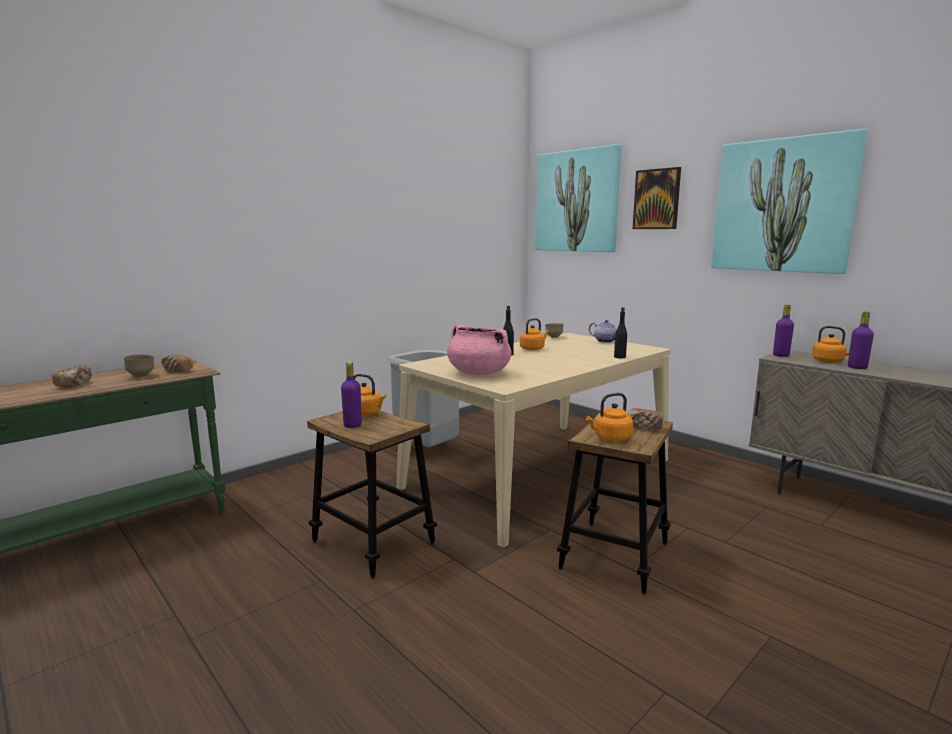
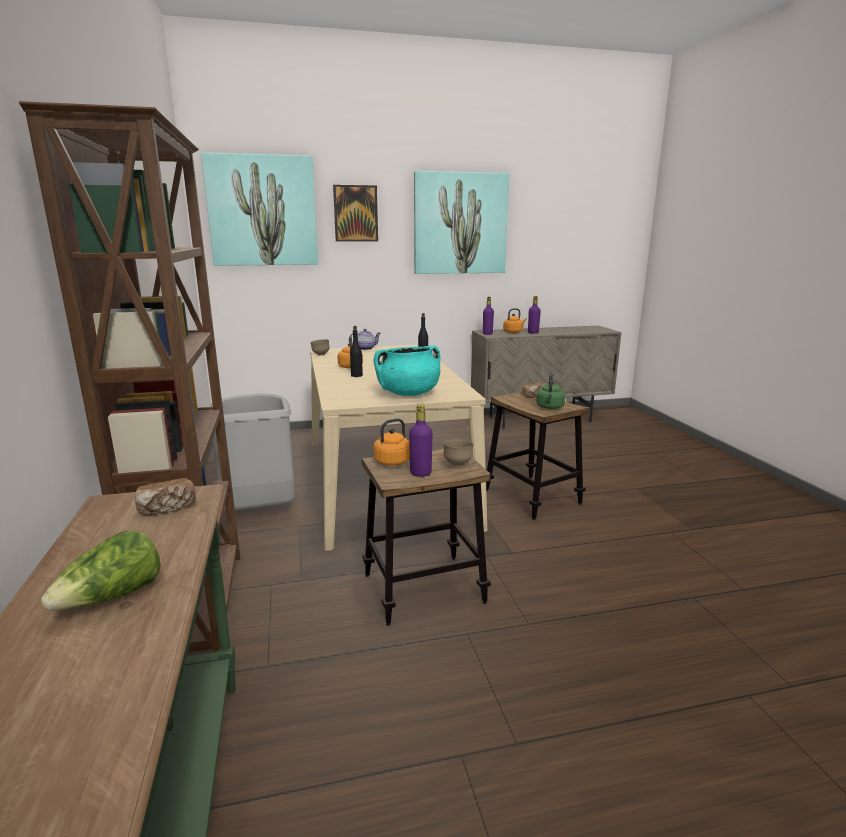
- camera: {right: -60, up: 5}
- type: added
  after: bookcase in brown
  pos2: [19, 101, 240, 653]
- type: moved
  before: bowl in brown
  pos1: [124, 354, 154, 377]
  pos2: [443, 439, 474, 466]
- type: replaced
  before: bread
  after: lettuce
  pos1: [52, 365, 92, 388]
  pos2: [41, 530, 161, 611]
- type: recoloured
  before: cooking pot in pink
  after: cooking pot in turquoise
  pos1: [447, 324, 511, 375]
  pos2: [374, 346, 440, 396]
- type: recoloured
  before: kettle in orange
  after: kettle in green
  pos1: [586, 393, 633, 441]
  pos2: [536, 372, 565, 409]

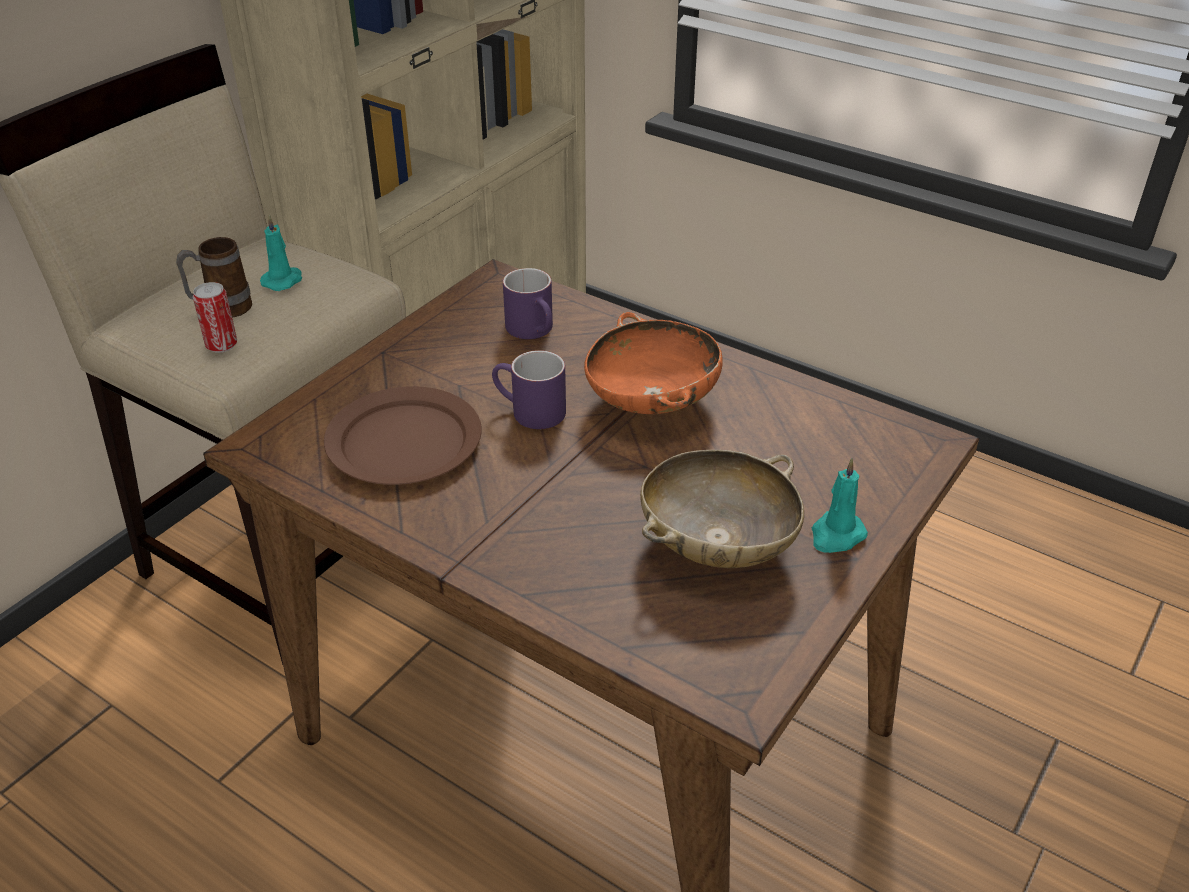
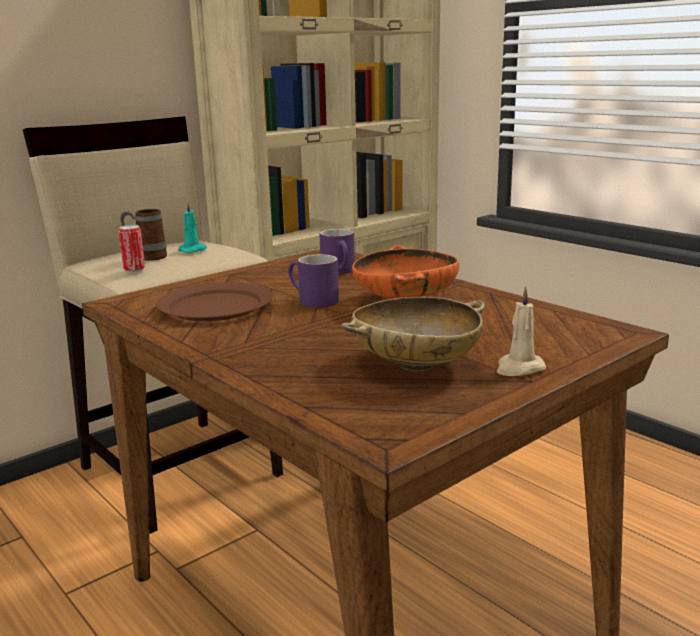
- camera: {right: 15, up: -20}
- type: recoloured
  before: candle in turquoise
  after: candle in beige
  pos1: [812, 458, 868, 553]
  pos2: [496, 286, 546, 376]

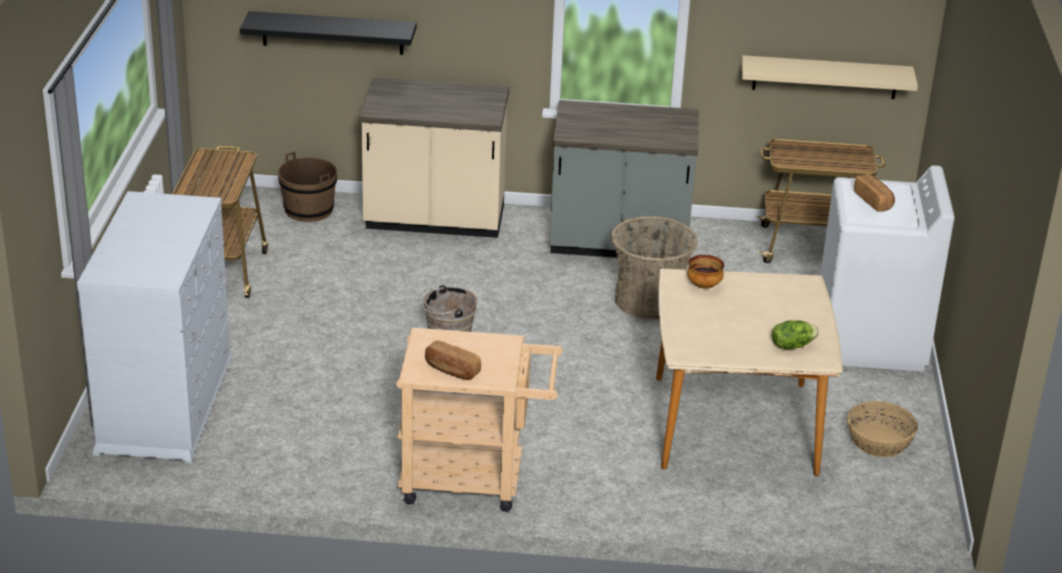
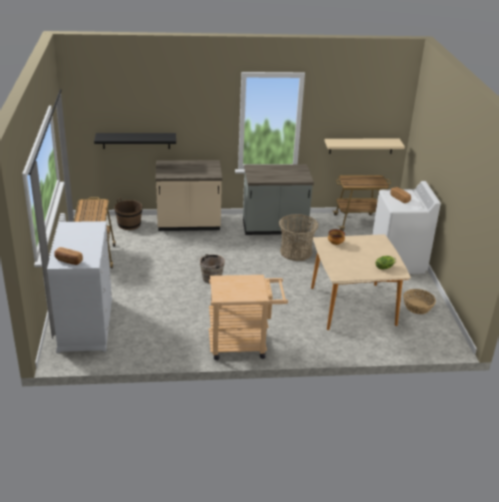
- camera: {right: -10, up: 0}
- type: moved
  before: bread
  pos1: [425, 340, 481, 380]
  pos2: [54, 247, 83, 265]

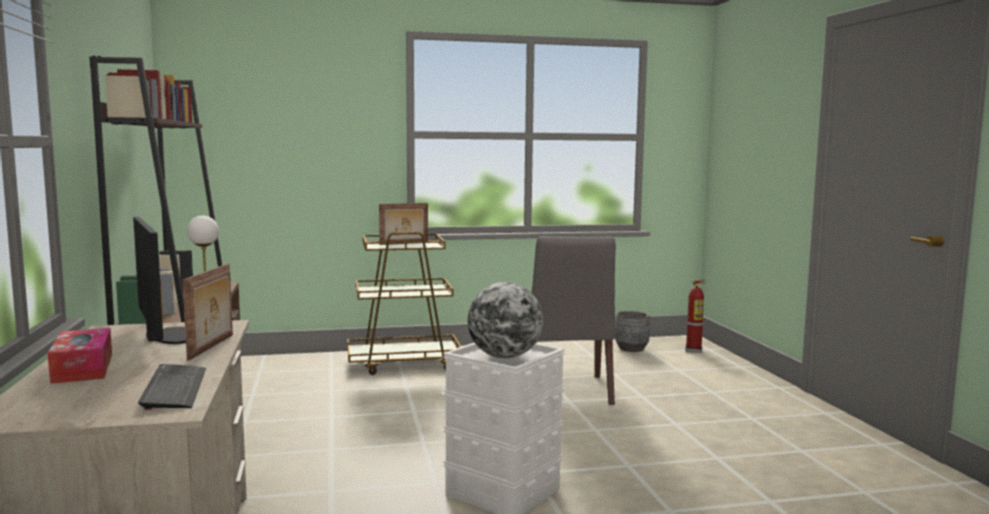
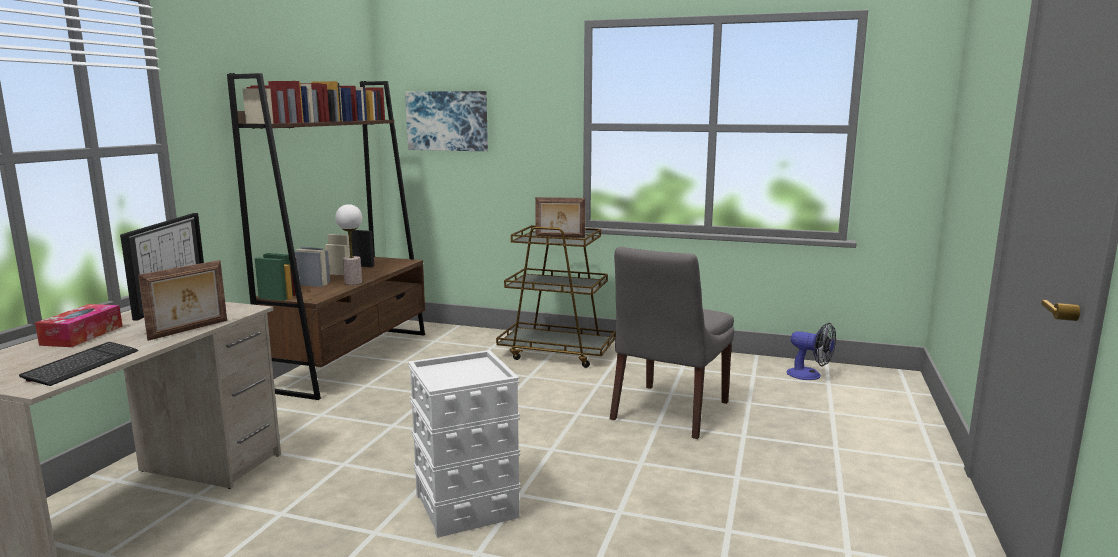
- camera: {right: 30, up: 5}
- type: removed
  before: globe
  pos1: [468, 282, 543, 358]
- type: removed
  before: fire extinguisher
  pos1: [685, 280, 707, 353]
- type: added
  after: picture
  pos2: [405, 91, 488, 151]
- type: replaced
  before: planter in grey
  after: fan
  pos1: [615, 311, 650, 352]
  pos2: [787, 323, 836, 380]

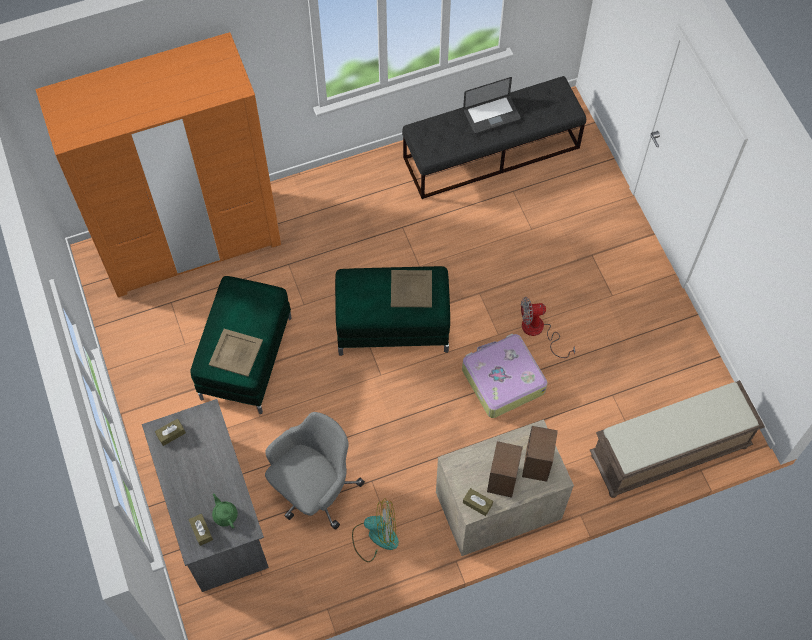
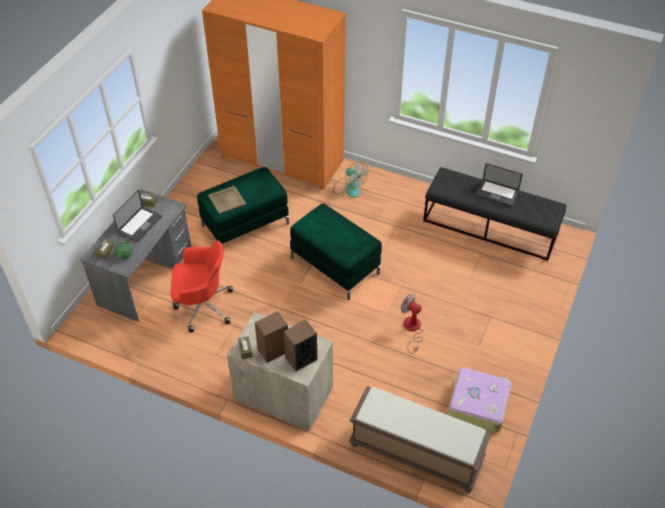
- camera: {right: 45, up: -15}
- type: removed
  before: tray in beige
  pos1: [391, 270, 432, 307]
- type: added
  after: laptop
  pos2: [113, 190, 162, 242]
- type: moved
  before: fan
  pos1: [352, 498, 399, 562]
  pos2: [333, 161, 368, 198]
- type: moved
  before: suitcase
  pos1: [462, 334, 547, 418]
  pos2: [447, 367, 511, 432]
- type: recoloured
  before: office chair in grey
  after: office chair in red
  pos1: [265, 412, 365, 530]
  pos2: [170, 241, 233, 333]

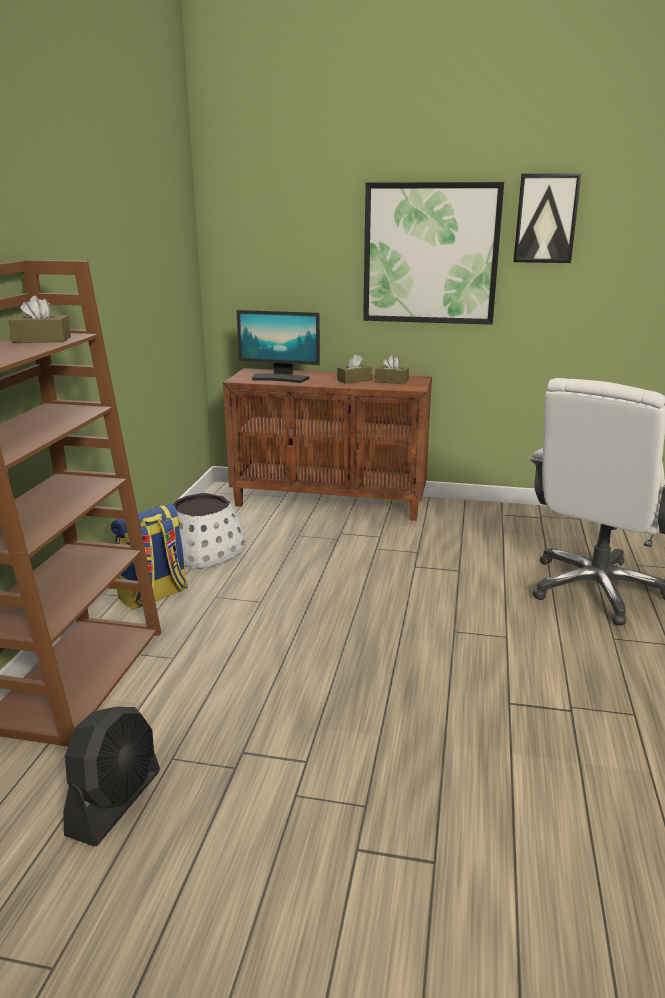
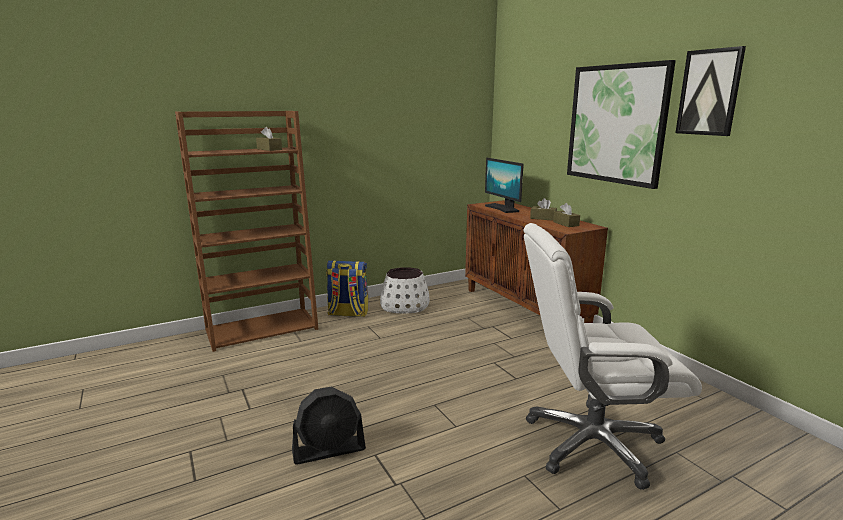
- camera: {right: 50, up: -5}
- type: moved
  before: fan in black
  pos1: [63, 707, 160, 847]
  pos2: [292, 387, 366, 464]

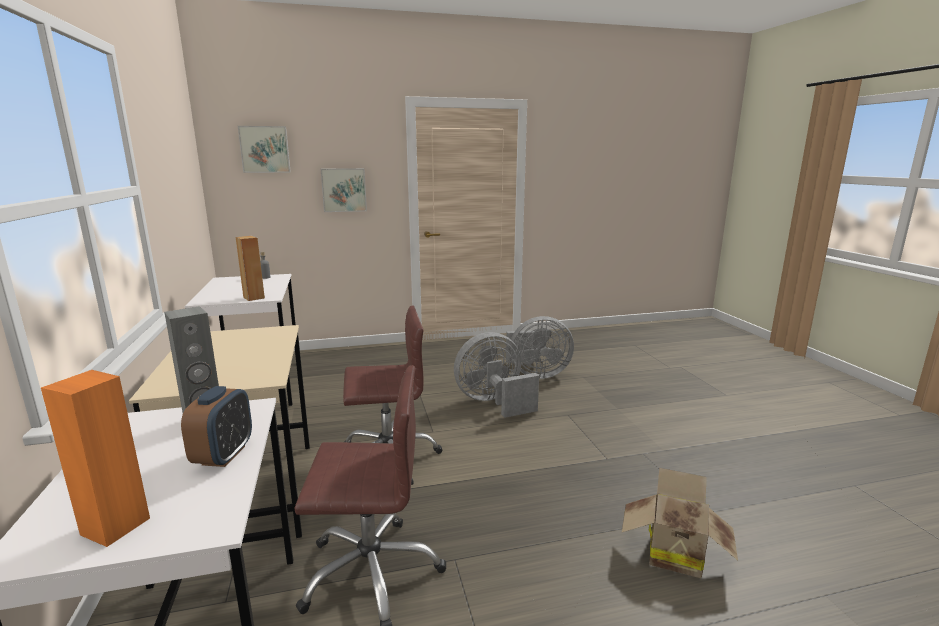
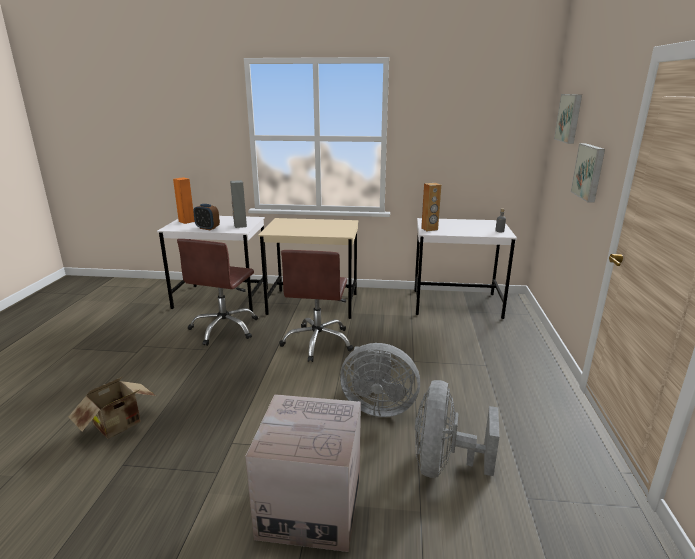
- camera: {right: 110, up: 5}
- type: added
  after: cardboard box
  pos2: [245, 394, 361, 552]
- type: turned
  before: fan in grey
  pos1: [454, 332, 539, 418]
  pos2: [340, 343, 420, 417]
  turn: 105

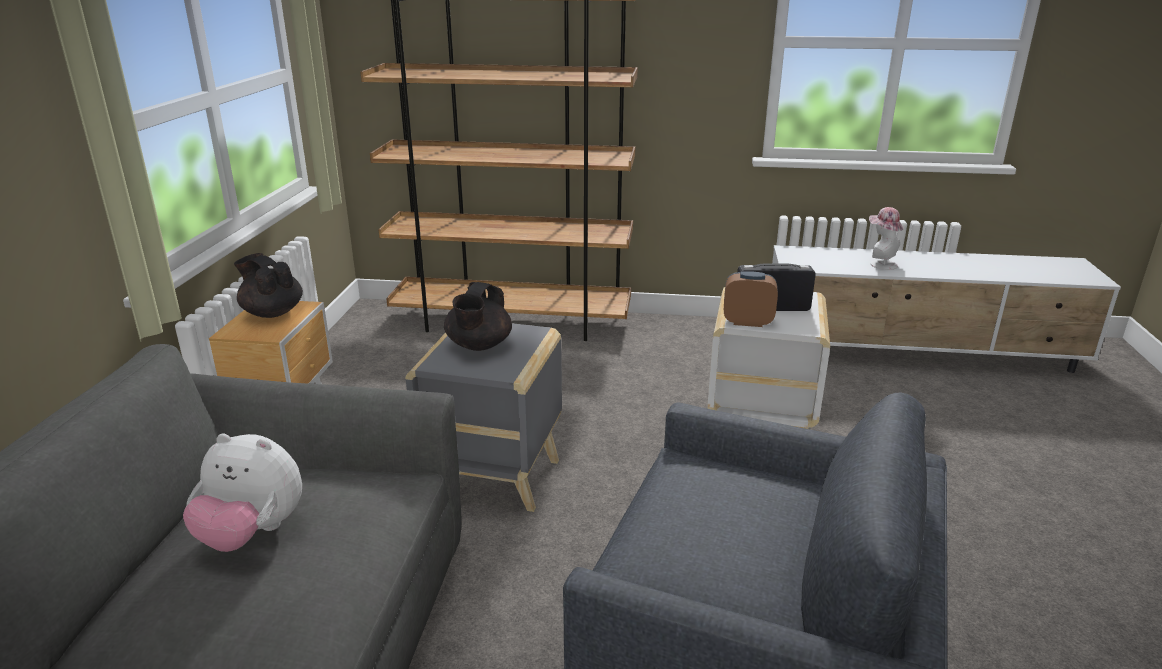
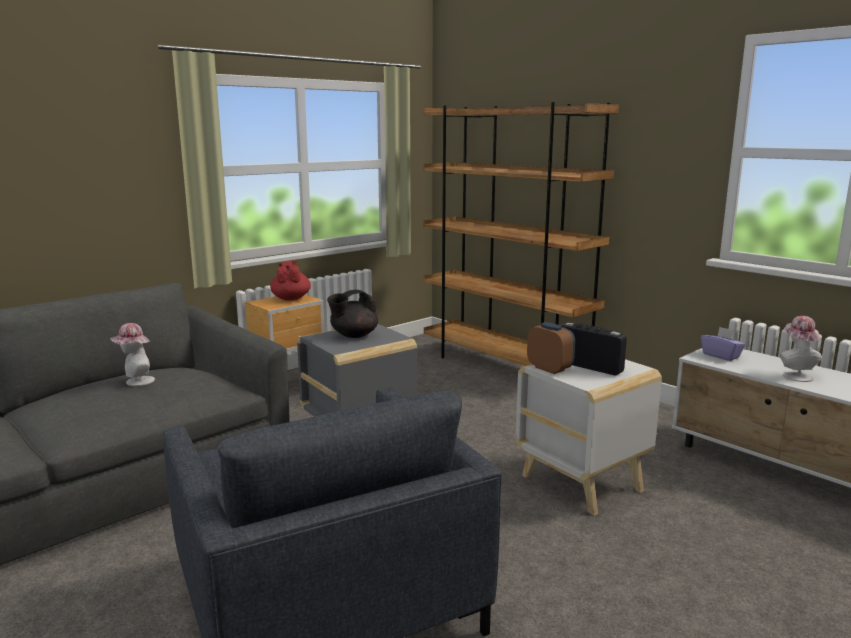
- camera: {right: 40, up: -10}
- type: added
  after: tissue box in purple
  pos2: [701, 327, 745, 361]
- type: replaced
  before: plush toy
  after: hat
  pos1: [183, 433, 302, 552]
  pos2: [110, 323, 155, 386]
- type: recoloured
  before: teapot in black
  after: teapot in red
  pos1: [234, 253, 303, 318]
  pos2: [270, 261, 311, 301]

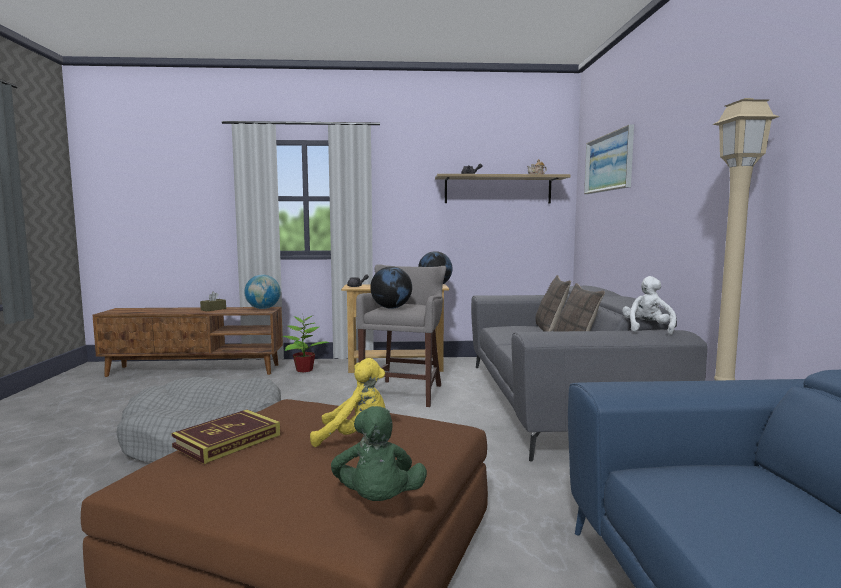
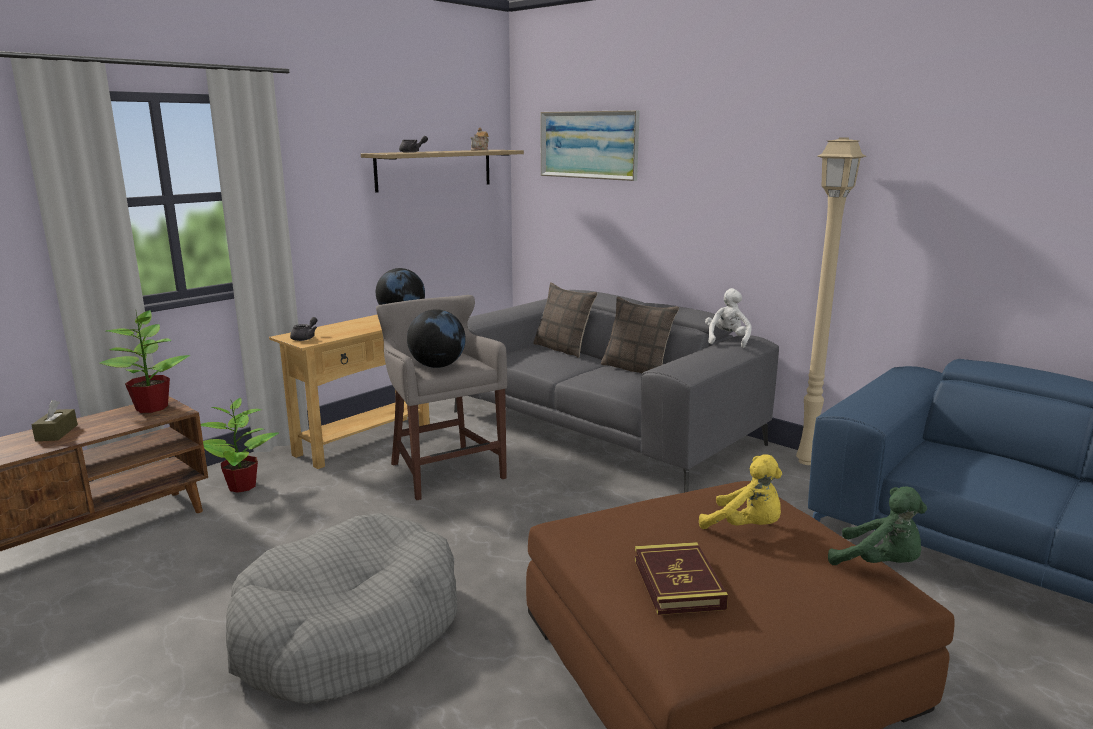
- camera: {right: -45, up: 10}
- type: replaced
  before: globe
  after: potted plant
  pos1: [244, 275, 281, 309]
  pos2: [99, 310, 191, 413]
- type: turned
  before: plush toy in yellow
  pos1: [310, 358, 386, 447]
  pos2: [699, 454, 782, 529]
  turn: 75
- type: turned
  before: plush toy in white
  pos1: [622, 276, 676, 335]
  pos2: [705, 288, 752, 348]
  turn: 45

